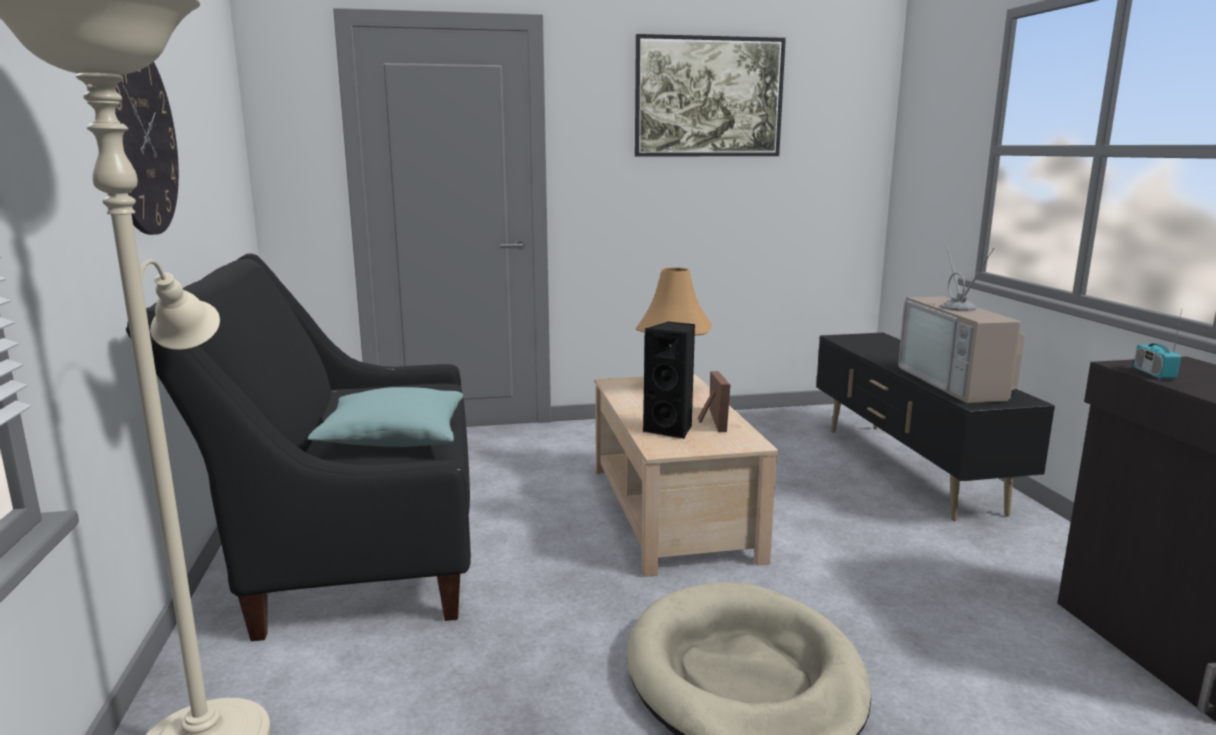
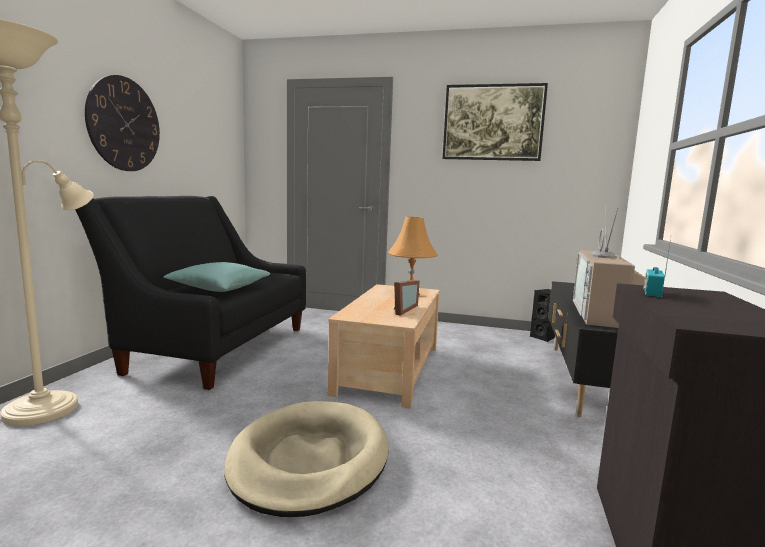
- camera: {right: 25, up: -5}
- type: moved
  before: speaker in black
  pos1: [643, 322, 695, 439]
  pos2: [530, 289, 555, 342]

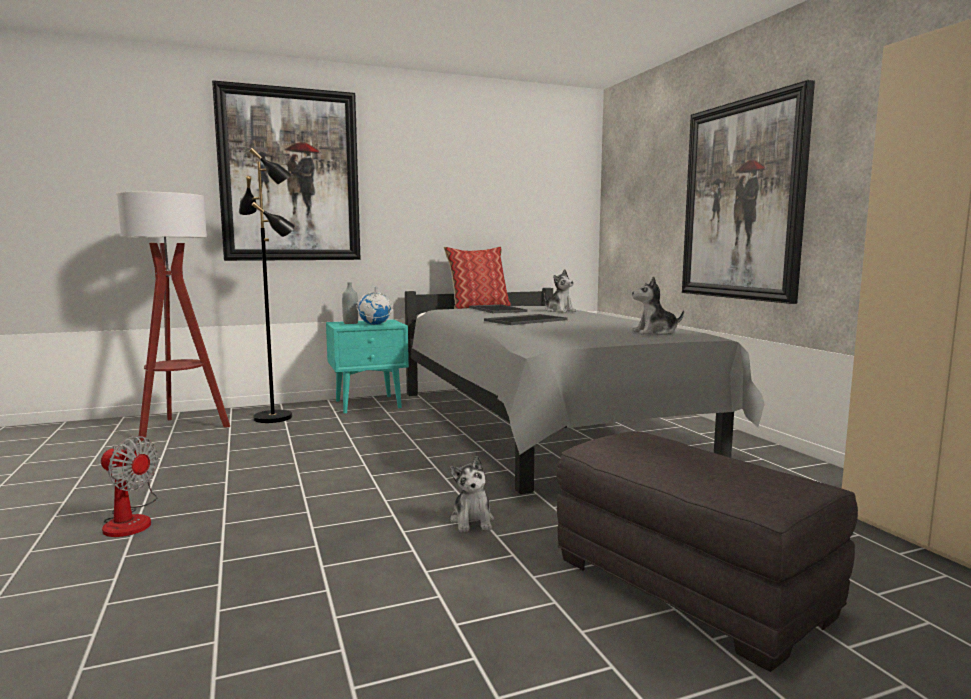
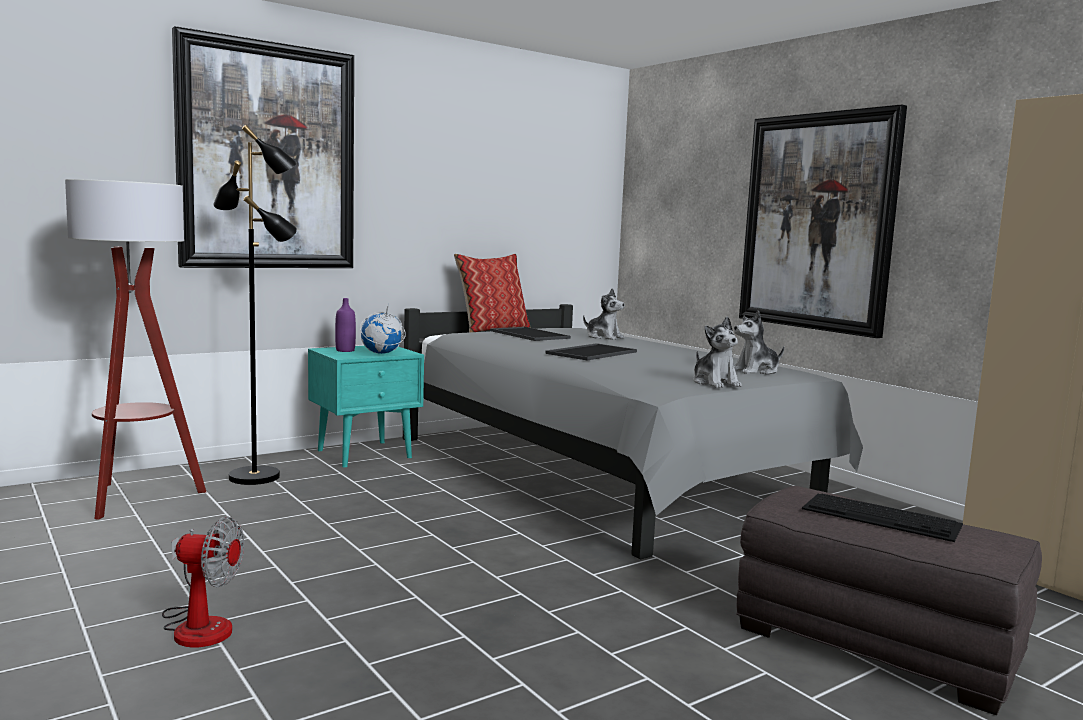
- camera: {right: -15, up: 0}
- type: added
  after: keyboard
  pos2: [802, 494, 963, 542]
- type: moved
  before: plush toy
  pos1: [450, 456, 494, 532]
  pos2: [693, 316, 742, 388]
- type: recoloured
  before: bottle in grey
  after: bottle in purple
  pos1: [342, 282, 358, 324]
  pos2: [335, 298, 356, 352]

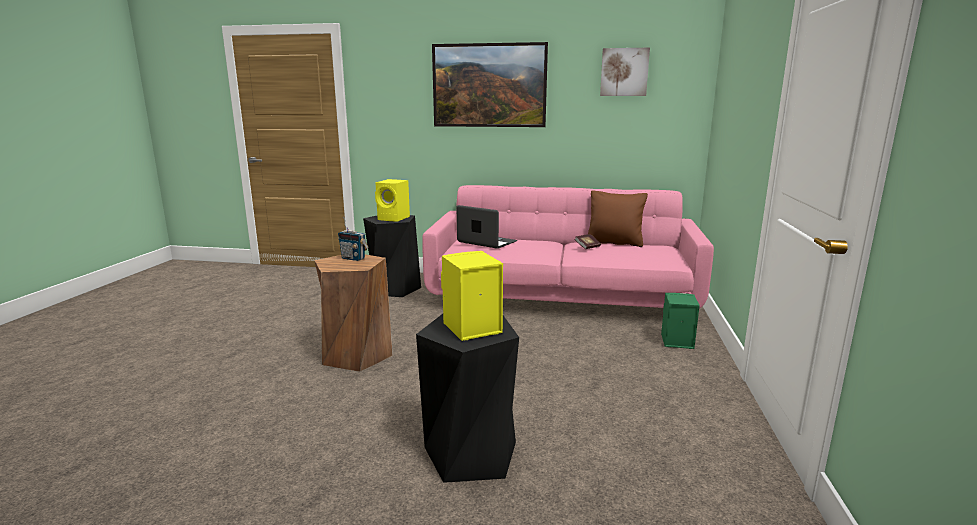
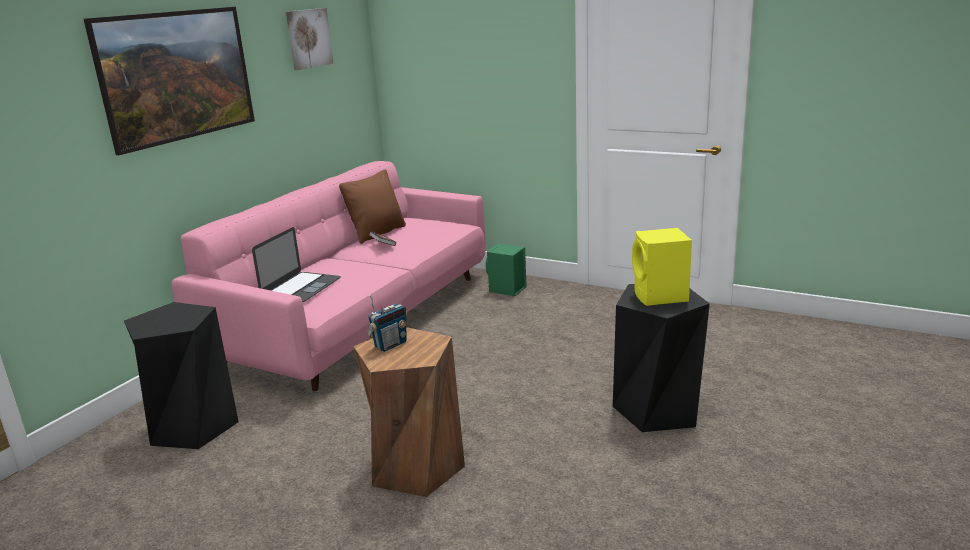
- camera: {right: -70, up: 5}
- type: removed
  before: speaker in yellow
  pos1: [375, 179, 410, 222]
- type: turned
  before: laptop
  pos1: [457, 205, 517, 249]
  pos2: [252, 227, 341, 302]
  turn: 150

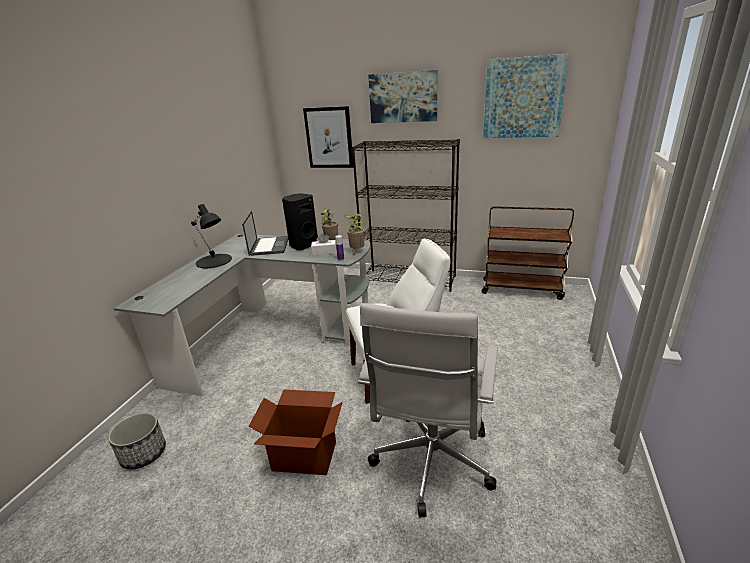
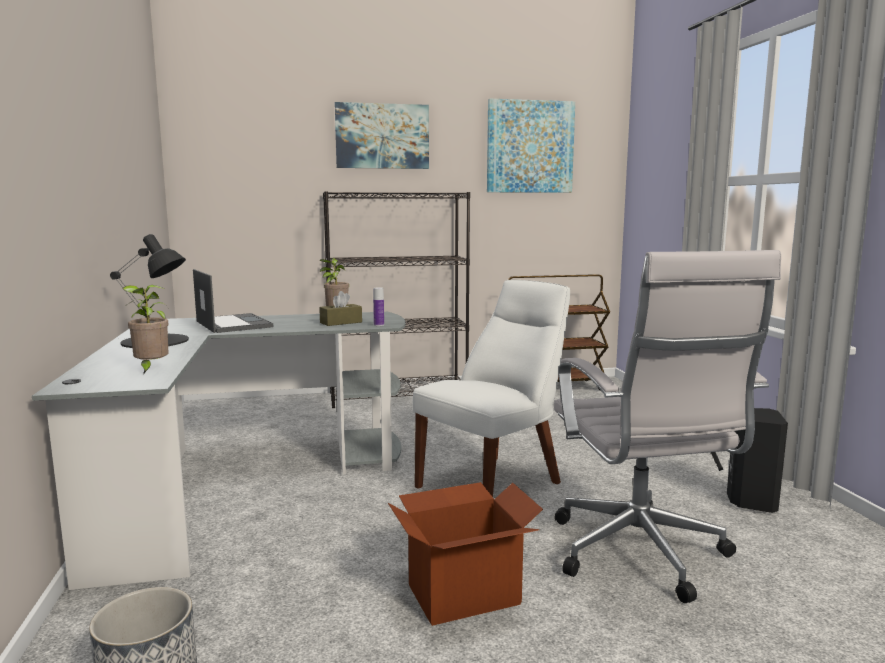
- camera: {right: -30, up: -15}
- type: removed
  before: picture
  pos1: [303, 106, 353, 168]
- type: moved
  before: speaker in black
  pos1: [282, 193, 318, 250]
  pos2: [727, 408, 788, 513]
- type: moved
  before: potted plant
  pos1: [345, 214, 364, 255]
  pos2: [123, 285, 169, 375]
- type: recoloured
  before: tissue box in white
  after: tissue box in brown
  pos1: [311, 234, 336, 256]
  pos2: [319, 291, 362, 326]

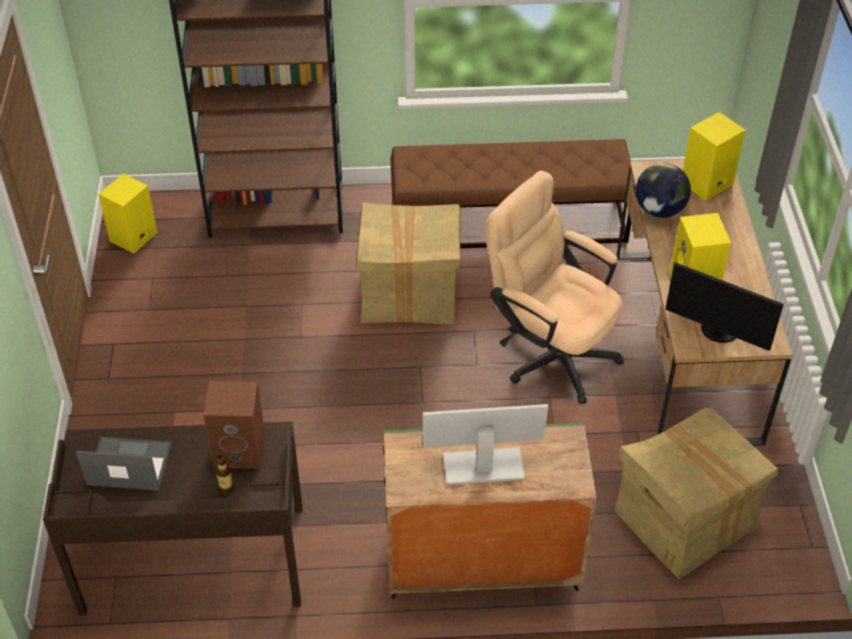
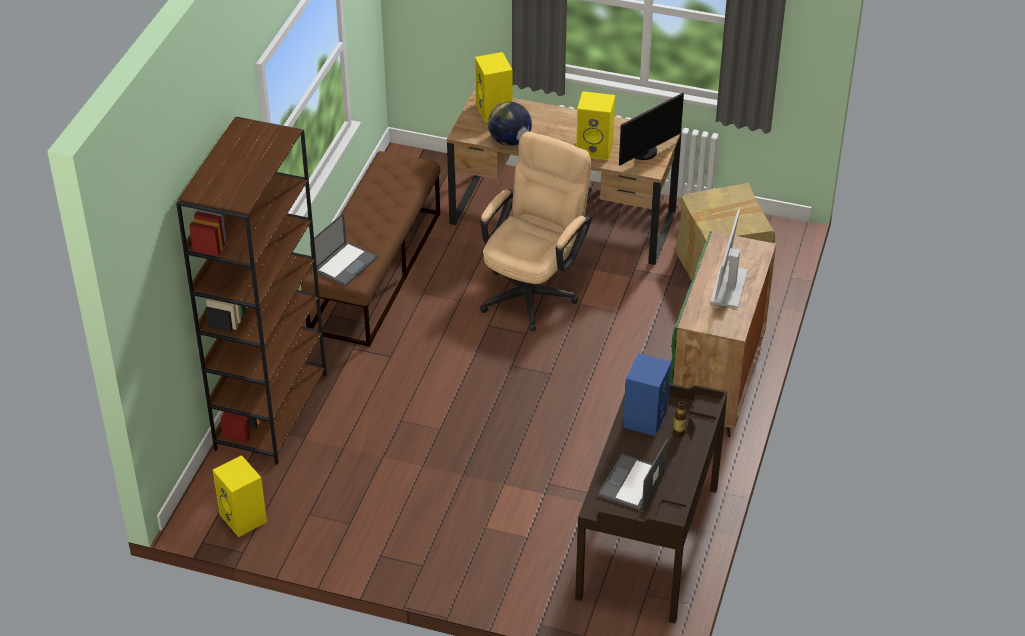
- camera: {right: -70, up: -5}
- type: removed
  before: cardboard box
  pos1: [355, 202, 462, 324]
- type: added
  after: laptop
  pos2: [310, 213, 378, 287]
- type: recoloured
  before: speaker in brown
  after: speaker in blue
  pos1: [203, 381, 265, 469]
  pos2: [623, 353, 671, 436]
- type: turned
  before: office chair in beige
  pos1: [486, 171, 624, 404]
  pos2: [480, 131, 592, 331]
  turn: 150

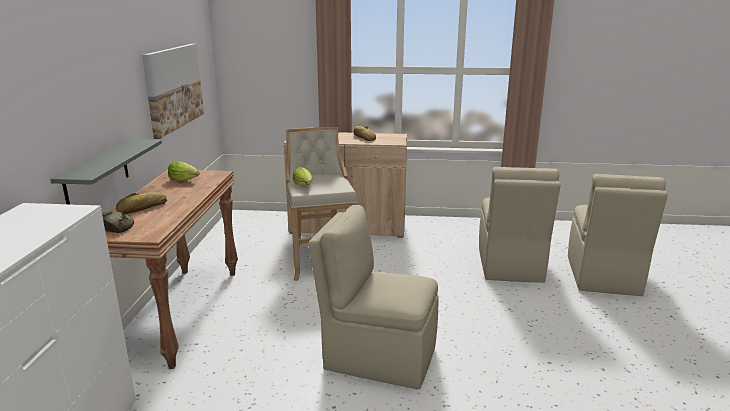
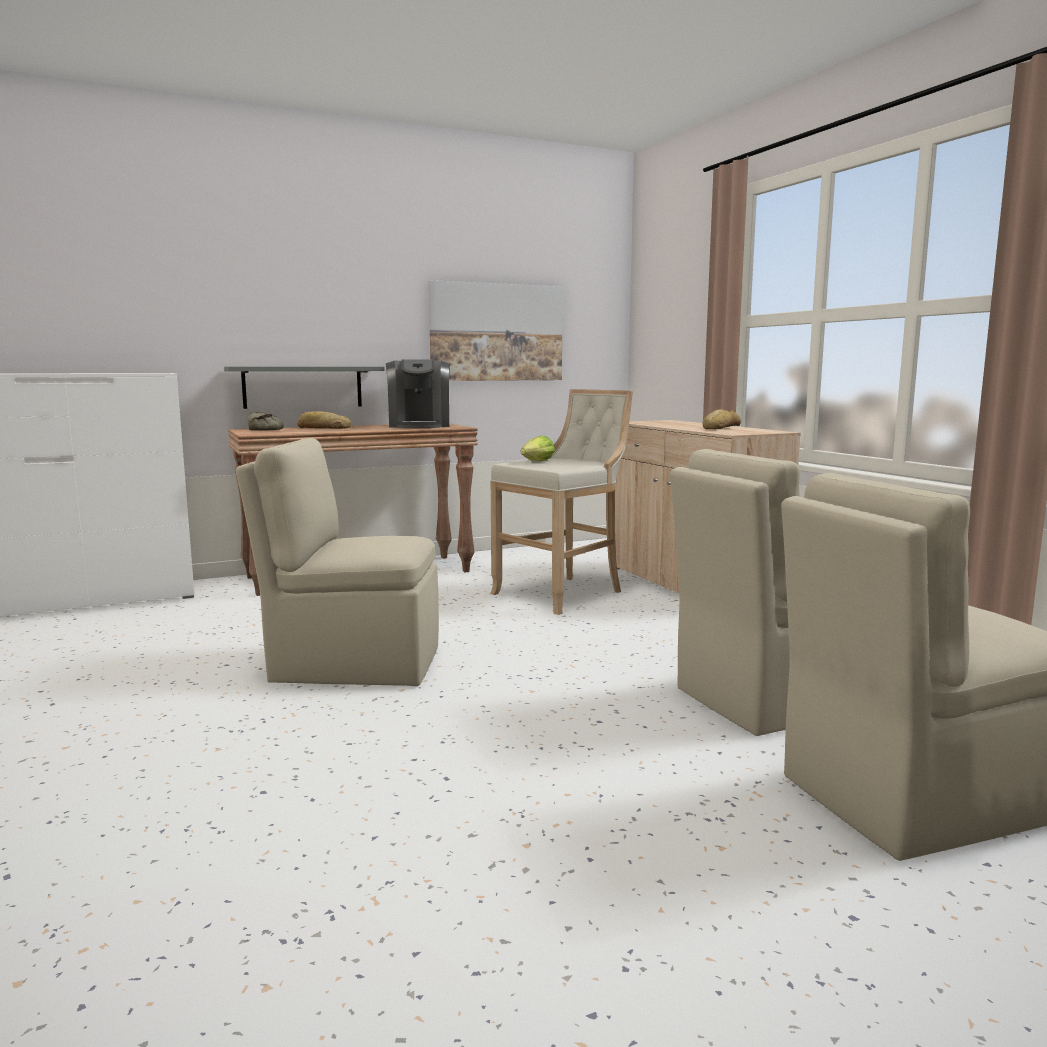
- camera: {right: 60, up: -10}
- type: replaced
  before: lettuce
  after: coffee machine
  pos1: [168, 161, 200, 181]
  pos2: [386, 360, 450, 428]
- type: turned
  before: chair in beige
  pos1: [308, 205, 439, 390]
  pos2: [236, 438, 439, 686]
  turn: -75

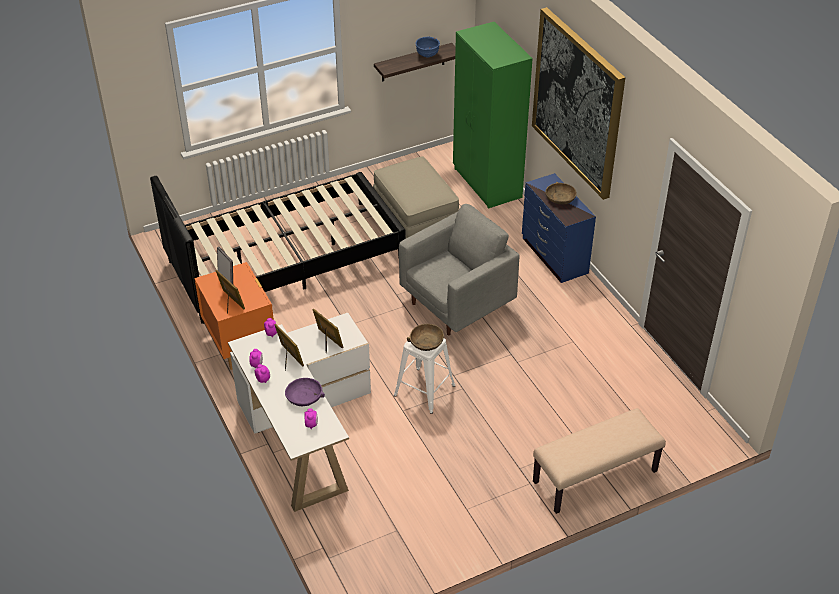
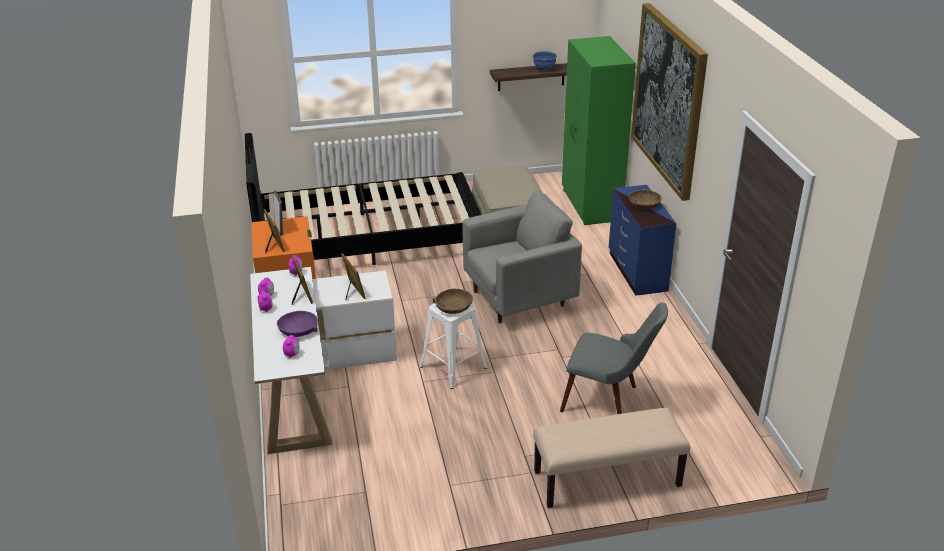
- camera: {right: 15, up: -10}
- type: added
  after: chair in grey
  pos2: [560, 302, 668, 414]

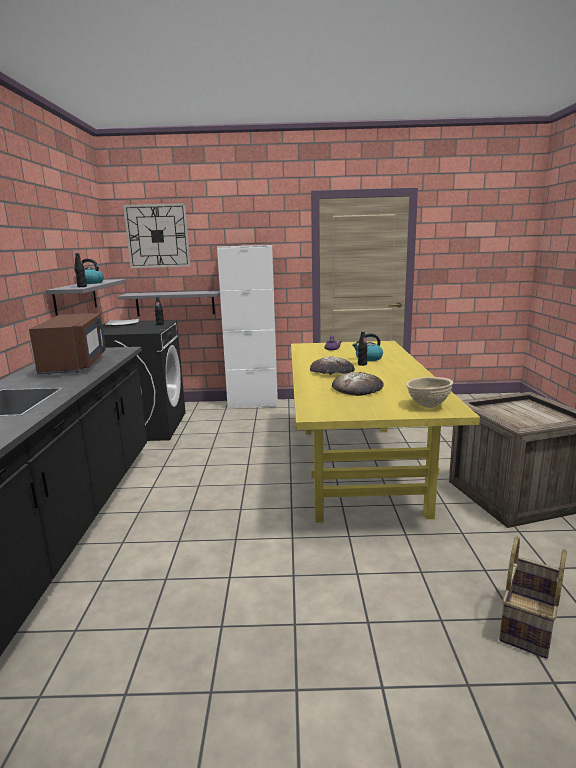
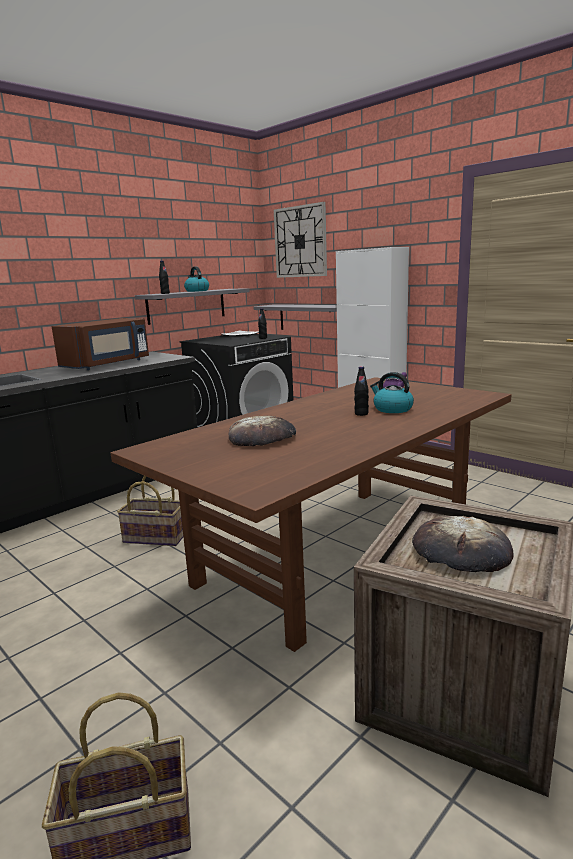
- camera: {right: 45, up: 0}
- type: removed
  before: bowl in beige
  pos1: [406, 377, 453, 408]
- type: added
  after: basket
  pos2: [117, 476, 183, 546]
- type: moved
  before: bread
  pos1: [310, 356, 355, 375]
  pos2: [412, 516, 513, 572]
- type: recoloured
  before: dining table in yellow
  after: dining table in brown
  pos1: [291, 341, 480, 522]
  pos2: [111, 377, 512, 652]

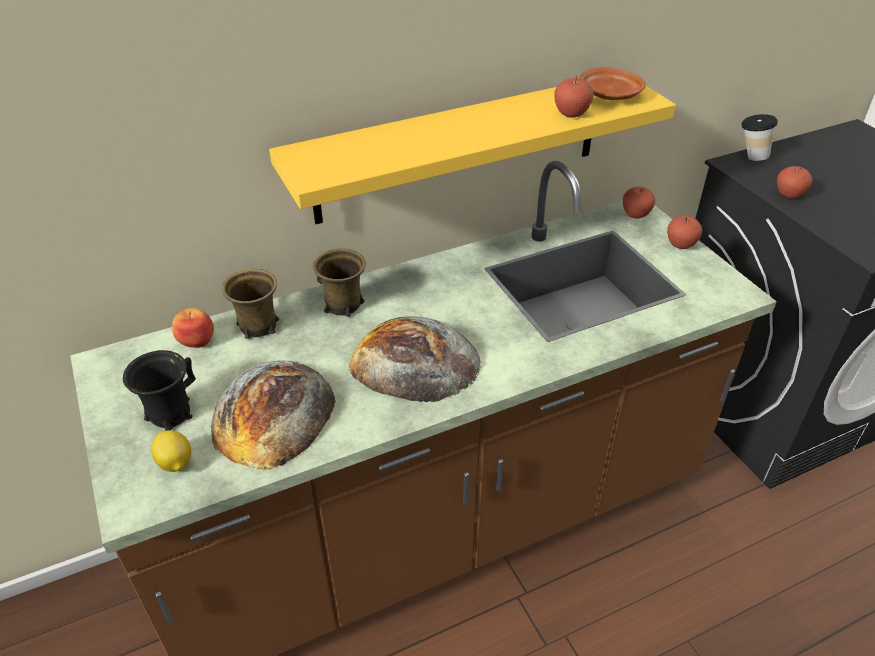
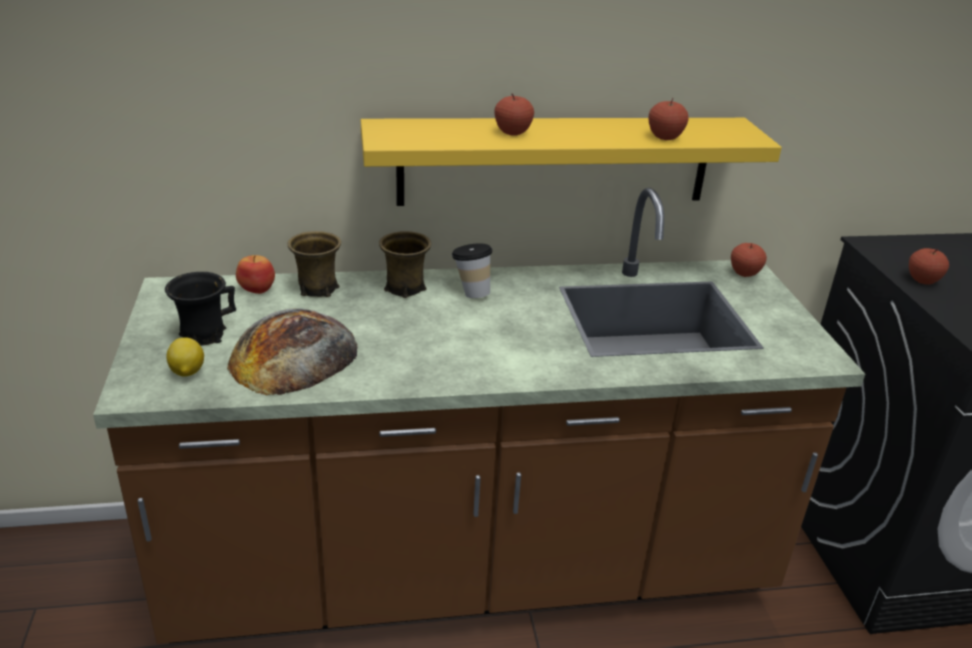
- camera: {right: 15, up: -10}
- type: removed
  before: bread
  pos1: [349, 316, 481, 402]
- type: removed
  before: plate in brown
  pos1: [579, 67, 646, 100]
- type: moved
  before: apple
  pos1: [667, 216, 702, 249]
  pos2: [494, 94, 534, 136]
- type: moved
  before: cup
  pos1: [741, 114, 778, 161]
  pos2: [452, 243, 492, 298]

